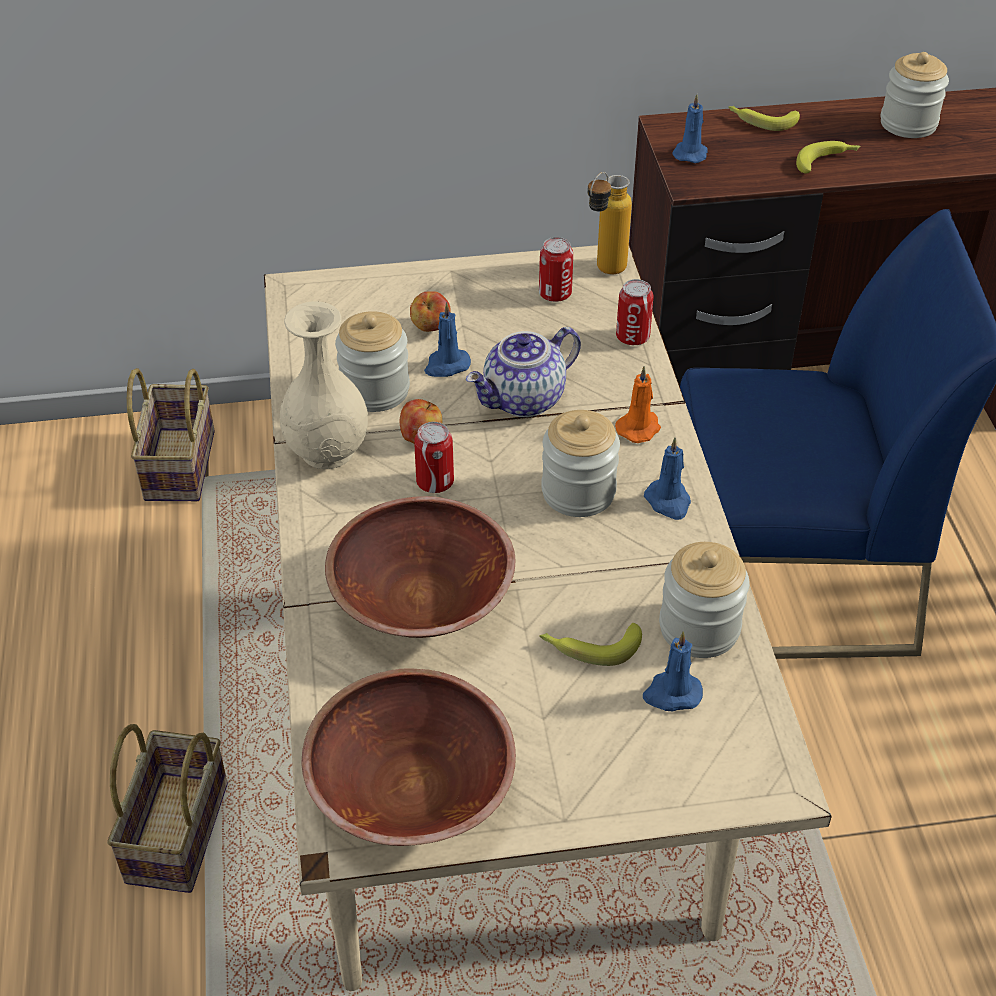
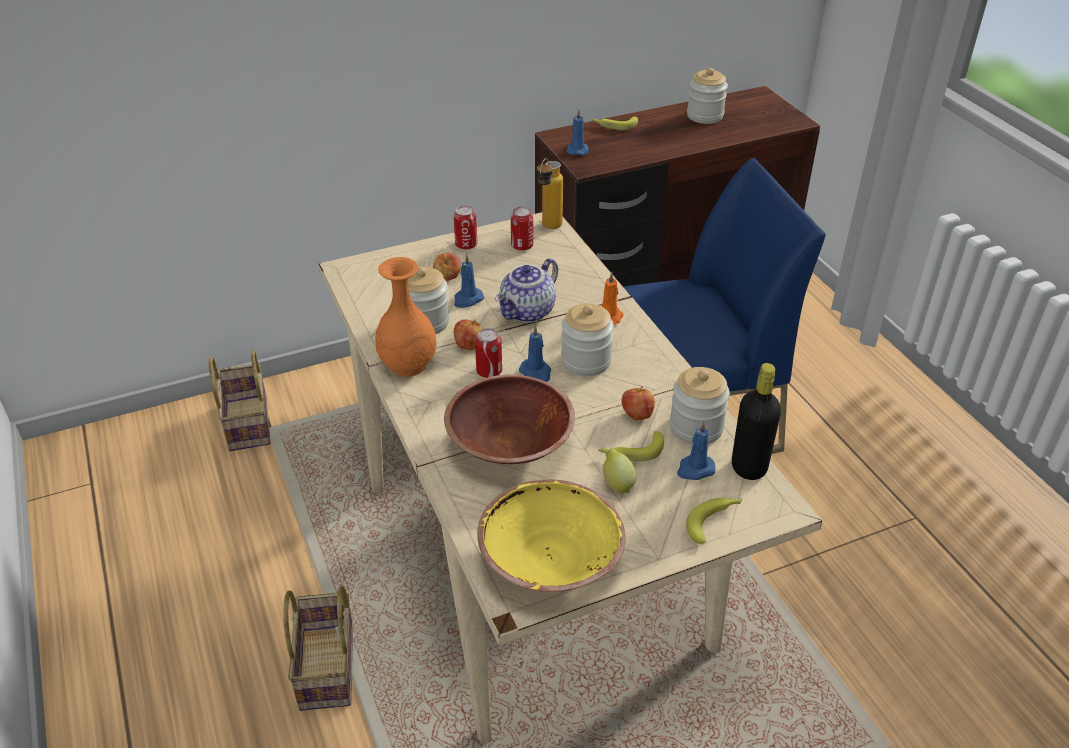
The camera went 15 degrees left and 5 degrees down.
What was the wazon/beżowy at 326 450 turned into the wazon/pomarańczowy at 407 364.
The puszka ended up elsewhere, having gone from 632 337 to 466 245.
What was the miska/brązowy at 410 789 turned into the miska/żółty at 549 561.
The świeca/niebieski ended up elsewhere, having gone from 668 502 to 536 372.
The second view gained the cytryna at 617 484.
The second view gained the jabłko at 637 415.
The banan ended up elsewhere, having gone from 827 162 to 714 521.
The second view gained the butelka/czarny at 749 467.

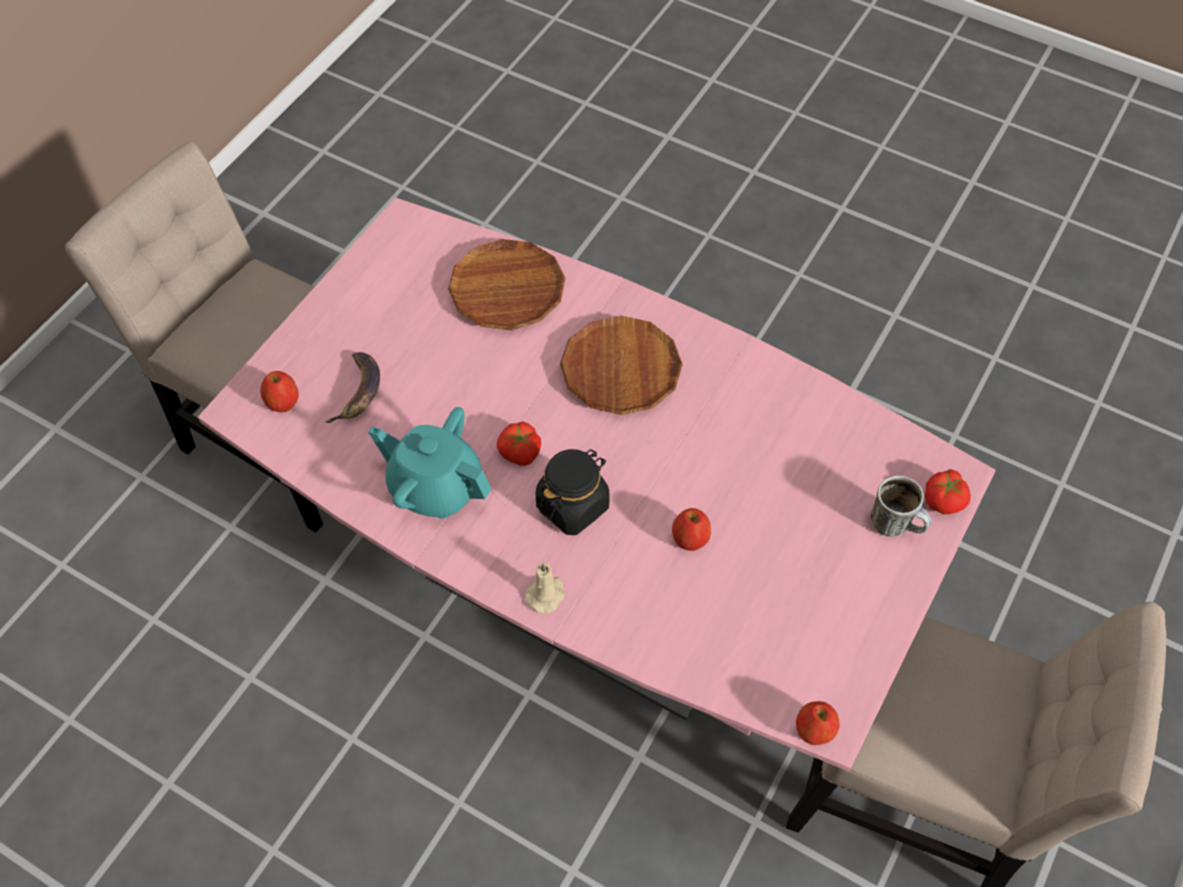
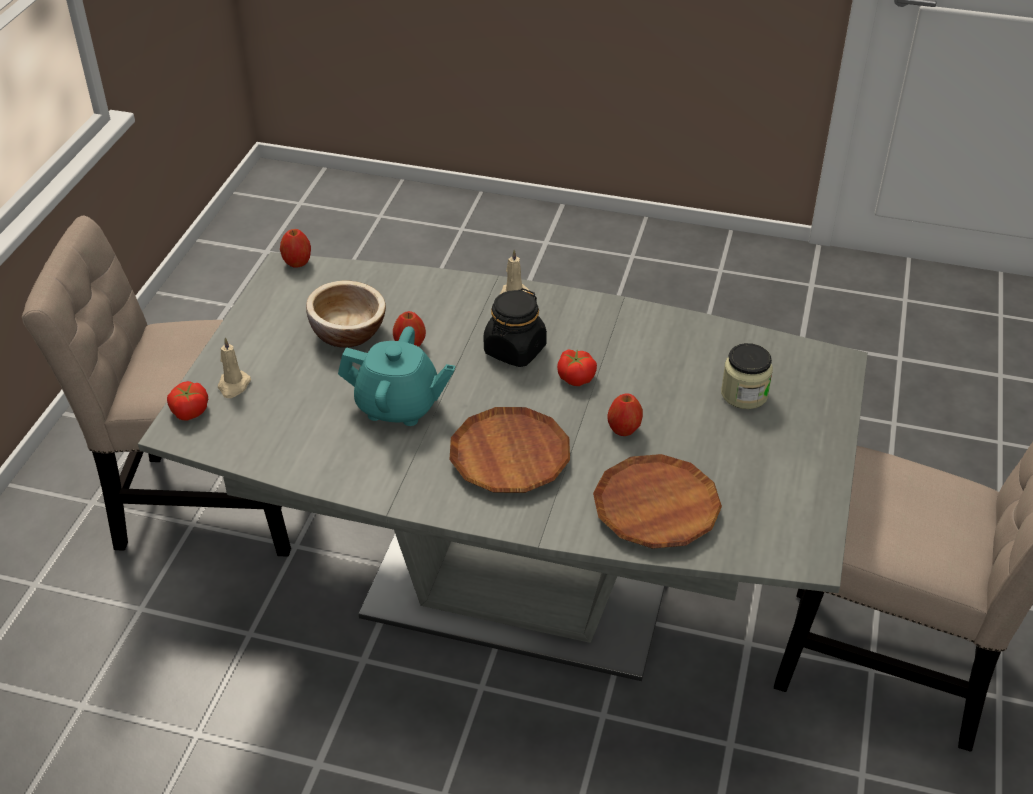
The camera went 165 degrees right and 15 degrees down.
What was the stół jadalny/różowy at 591 592 turned into the stół jadalny/szary at 516 595.
Where the kubek stood at 896 525, the świeca/beżowy came to stand at 233 386.
The second view gained the miska at 348 332.
The imbryk/turkusowy ended up elsewhere, having gone from 435 487 to 398 406.
The jabłko ended up elsewhere, having gone from 283 403 to 624 430.
Where the banan stood at 359 391, the słoik came to stand at 744 394.

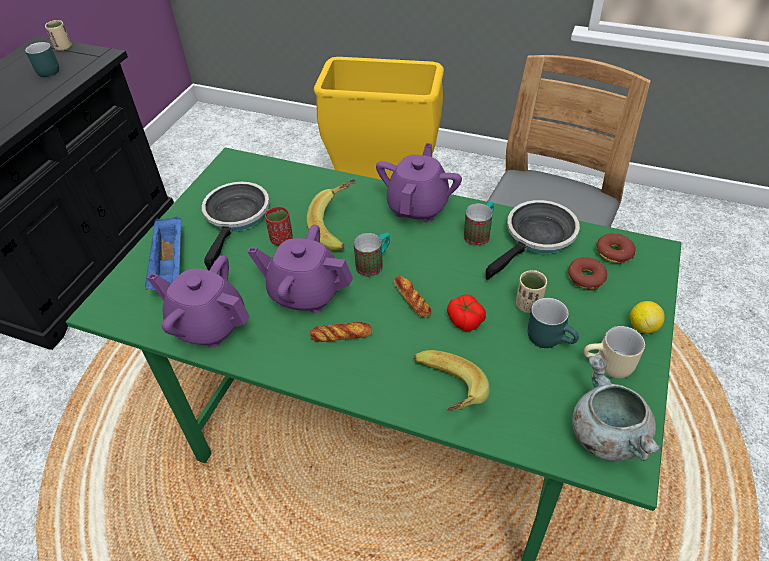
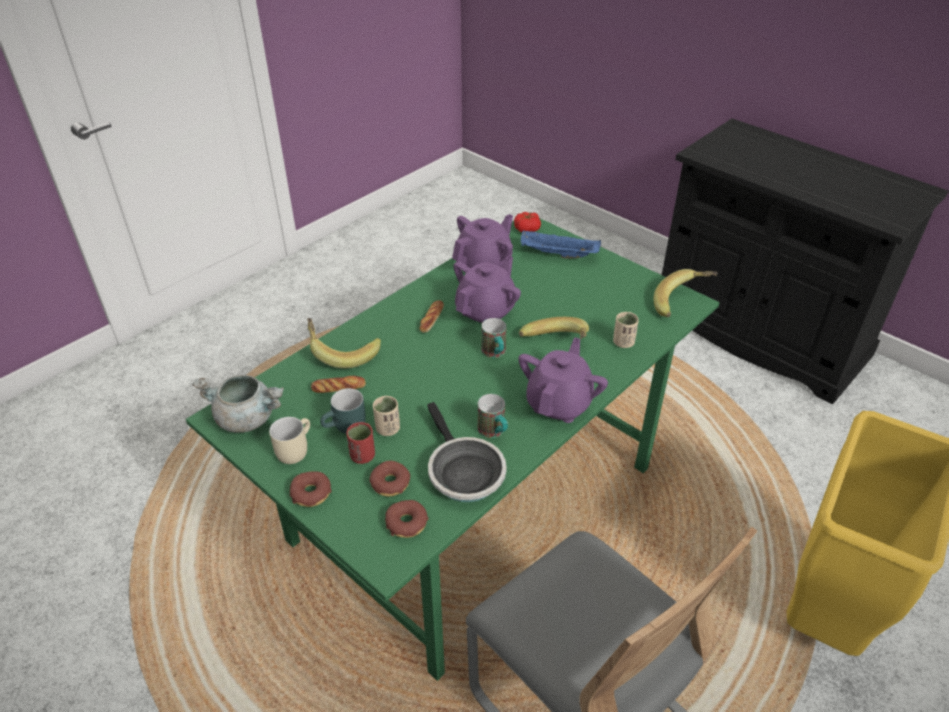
The camera went 110 degrees right and 5 degrees down.
Where the cytryna stood at 642 326, the donut came to stand at 311 493.
The chleb ended up elsewhere, having gone from 412 299 to 338 387.
The filiżanka/czerwony ended up elsewhere, having gone from 281 239 to 362 456.
The pomidor ended up elsewhere, having gone from 465 320 to 527 229.
The imbryk/fioletowy at 418 206 ended up facing another way, 105 degrees counterclockwise from before.
The filiżanka/beżowy ended up elsewhere, having gone from 63 47 to 623 342.
The second view gained the banan at 682 304.
The second view lost the kubek/turkusowy at 45 71.
The second view lost the patelnia at 237 218.

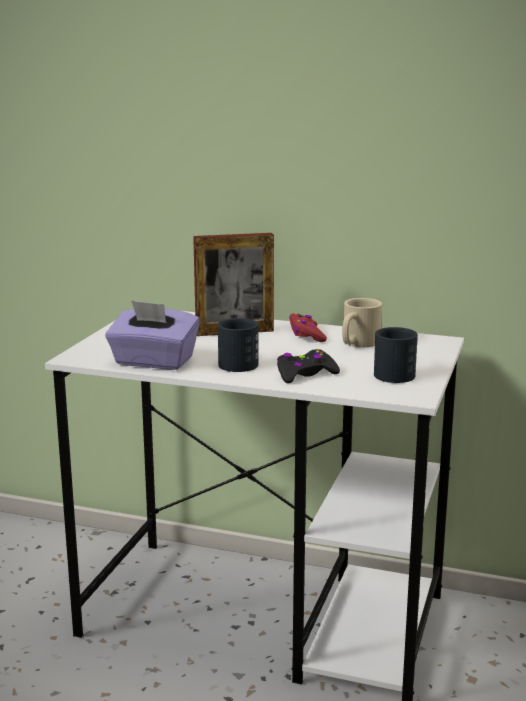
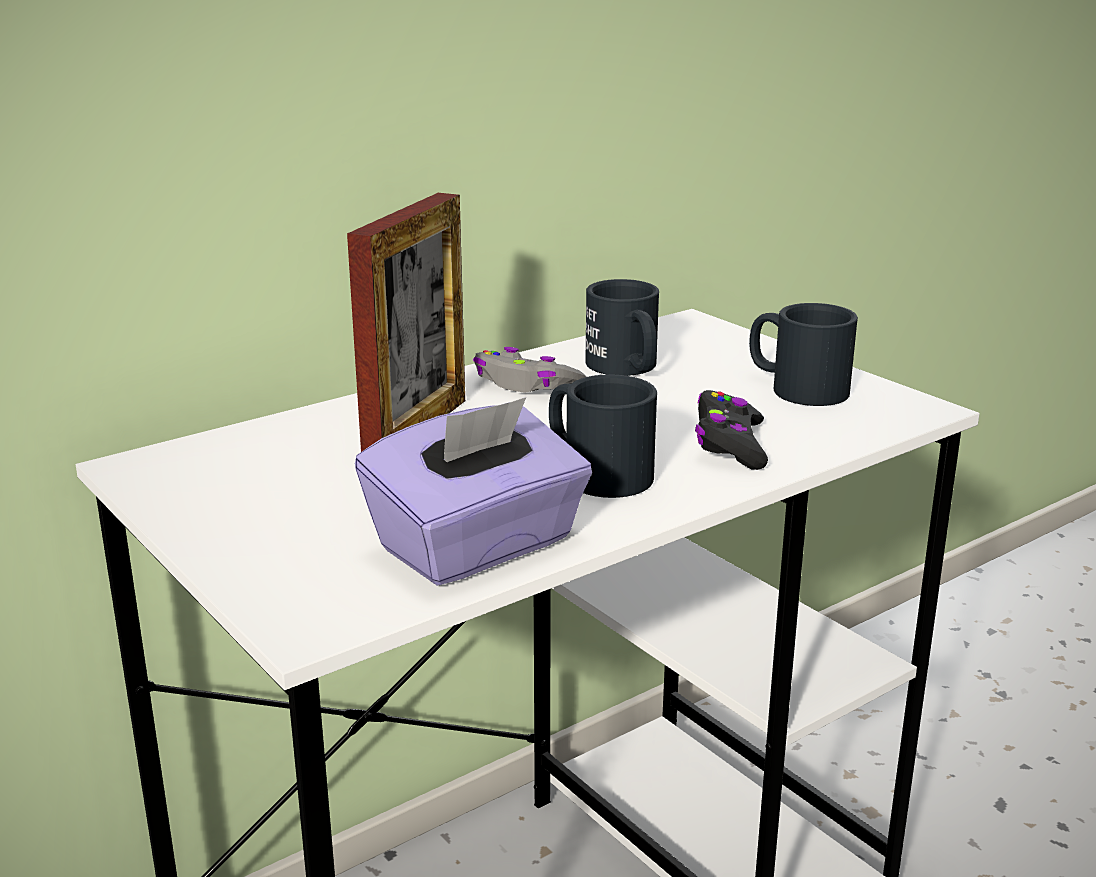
The camera went 55 degrees left and 5 degrees up.
What was the pad do gier/czerwony at 306 335 turned into the pad do gier/szary at 526 385.
What was the kubek/beżowy at 357 344 turned into the kubek/czarny at 627 369.

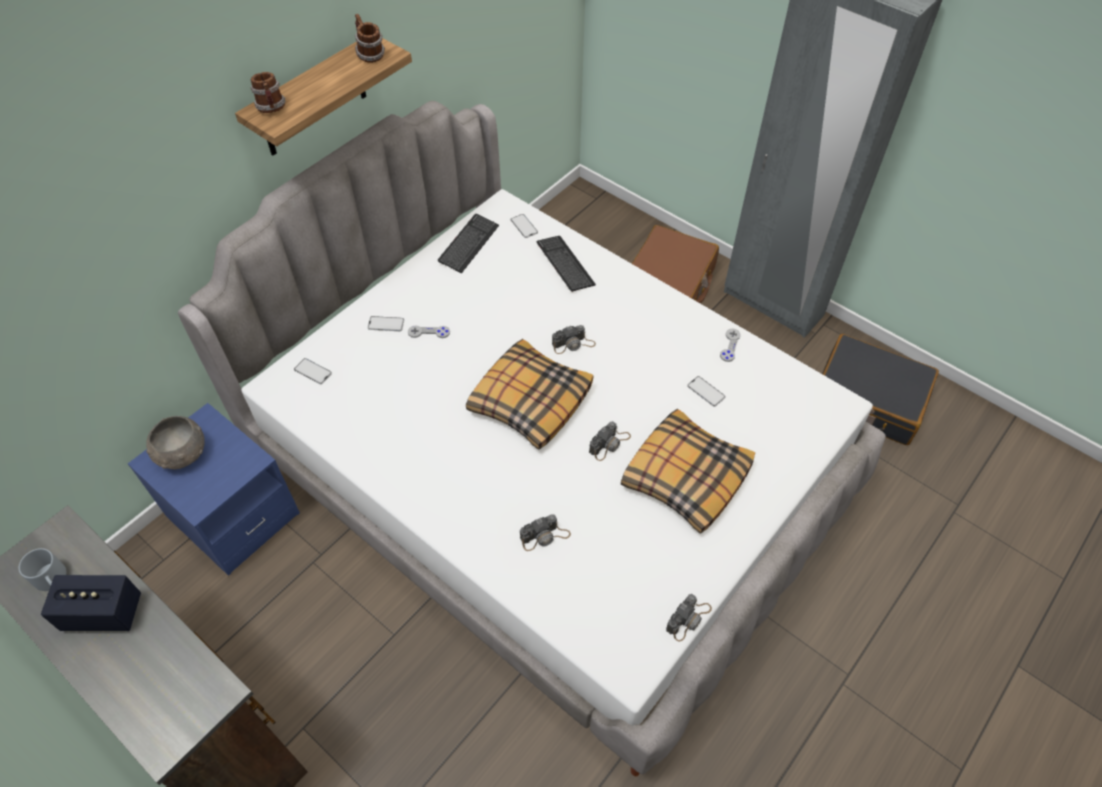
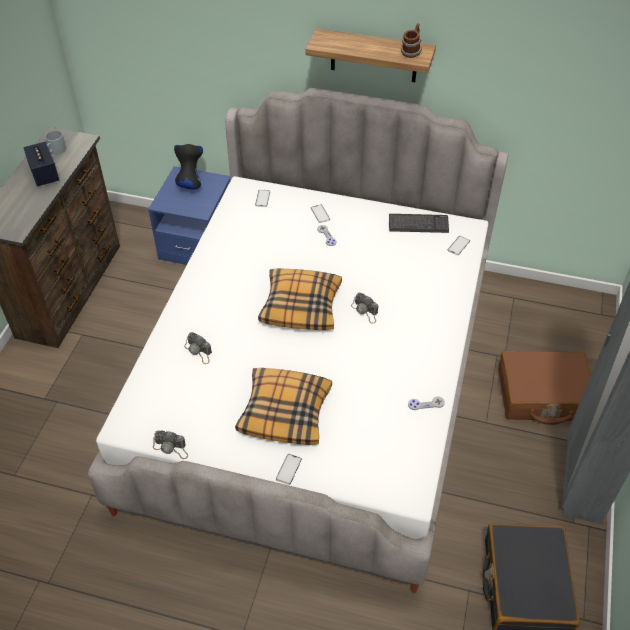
The camera went 65 degrees right and 5 degrees down.
Where the miska/szary stood at 182 454, the wazon/czarny came to stand at 190 182.
The telefon ended up elsewhere, having gone from 706 391 to 288 469.
The second view lost the kubek at 272 109.
The second view lost the klawiatura at 565 264.
The second view lost the aparat fotograficzny at 609 444.

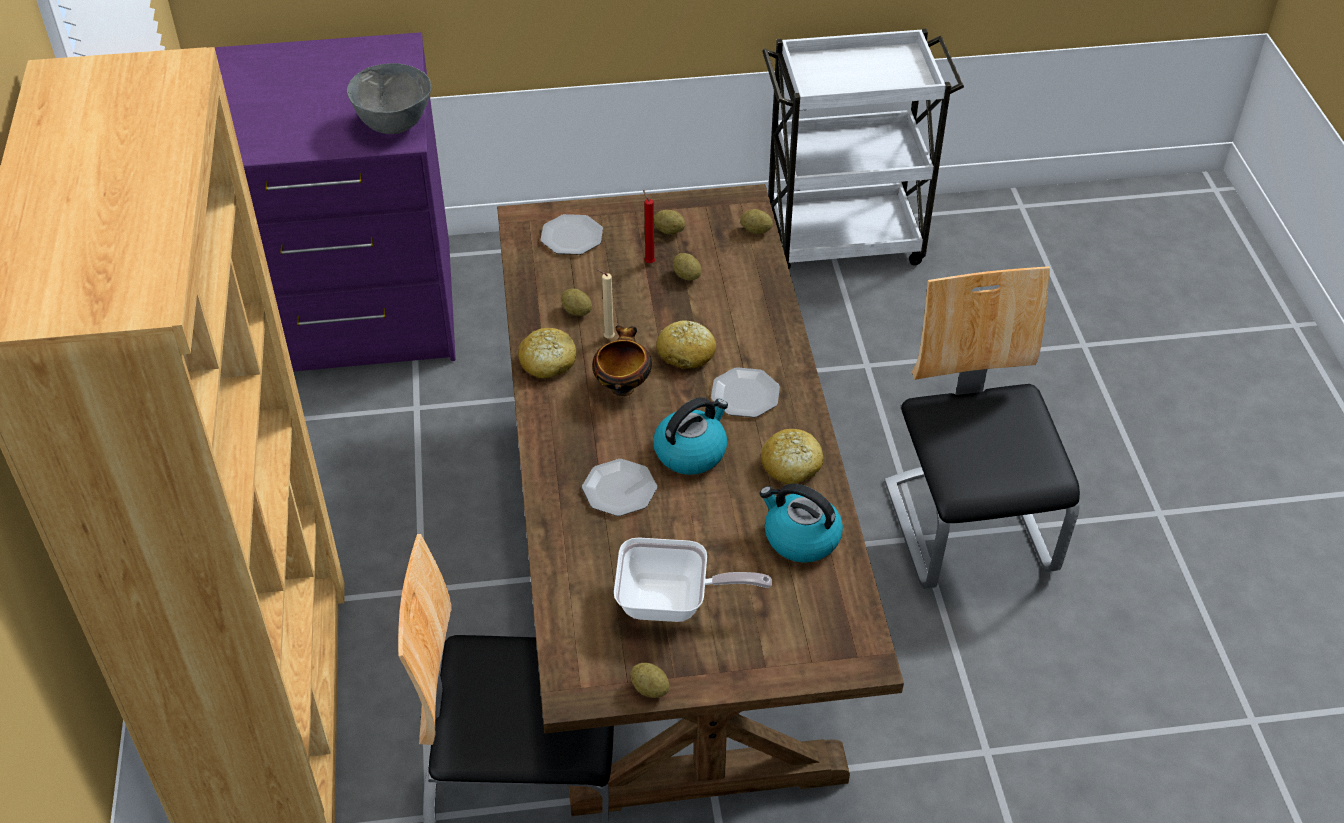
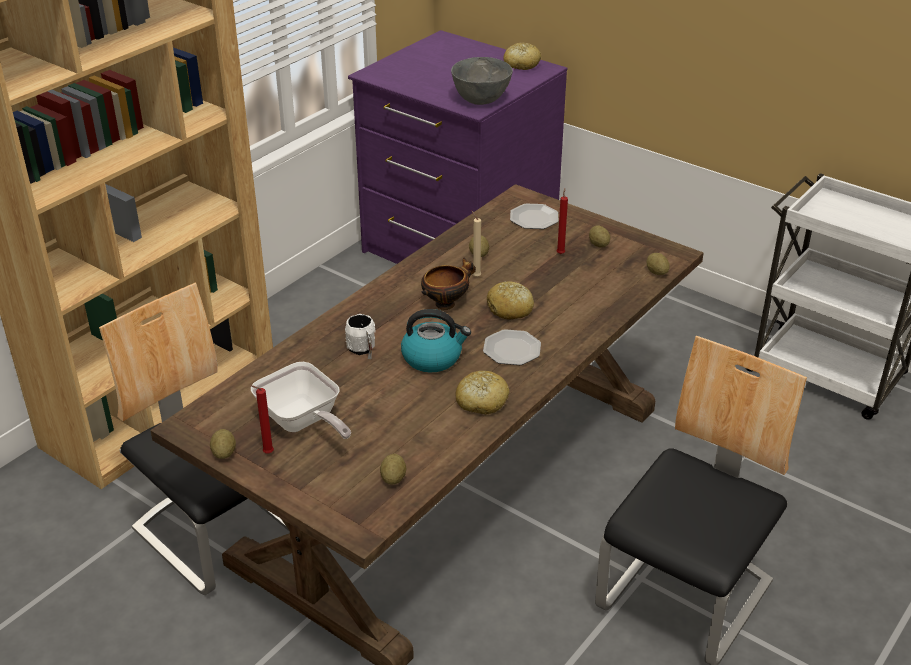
The camera went 45 degrees right and 10 degrees down.
The second view gained the świeca/czerwony at 266 453.
Where the talerz stood at 618 490, the kubek/biały came to stand at 363 350.
The ziemniak ended up elsewhere, having gone from 687 276 to 393 478.
The chleb ended up elsewhere, having gone from 547 362 to 521 64.
The second view lost the czajnik at 800 538.

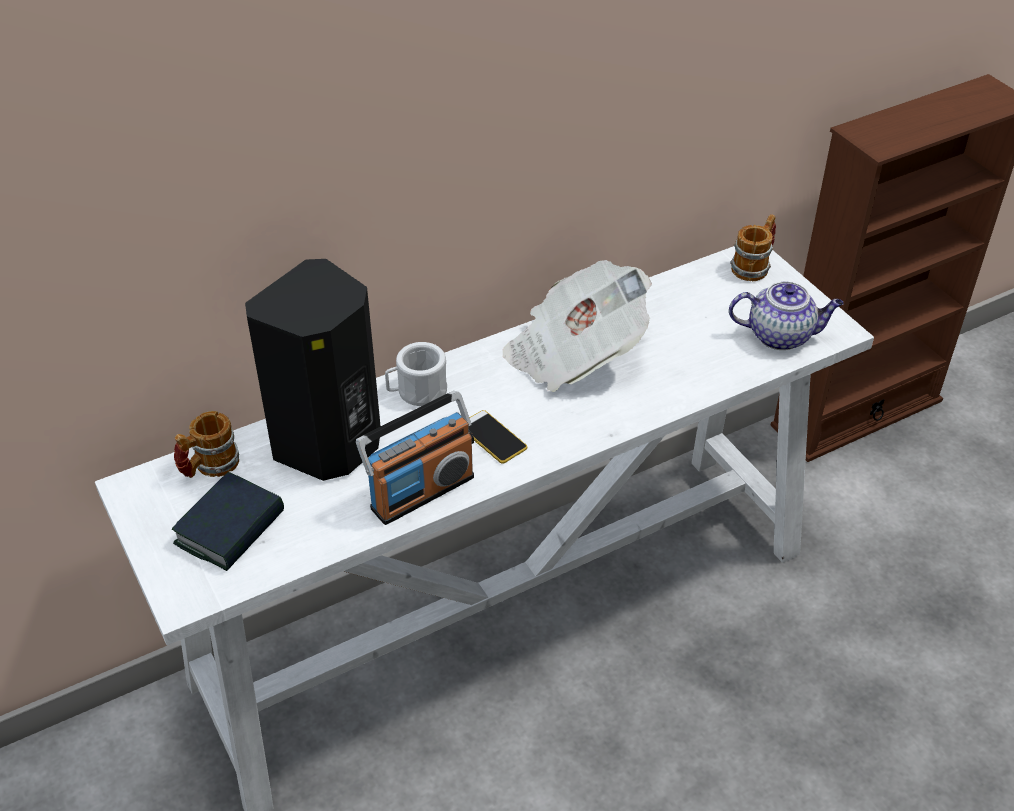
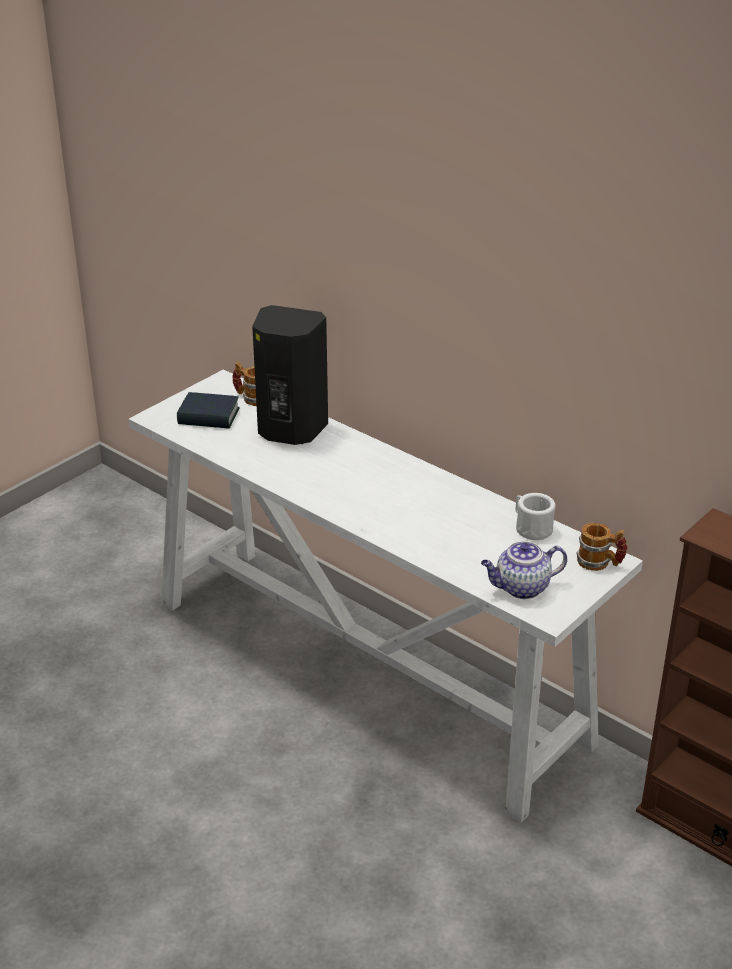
The camera went 70 degrees right and 10 degrees down.
The imbryk at 781 335 ended up facing another way, 90 degrees clockwise from before.
The kubek/biały ended up elsewhere, having gone from 416 392 to 531 528.
The second view lost the radio at 421 491.
The second view lost the telefon at 492 437.
The second view lost the gazeta at 574 353.

